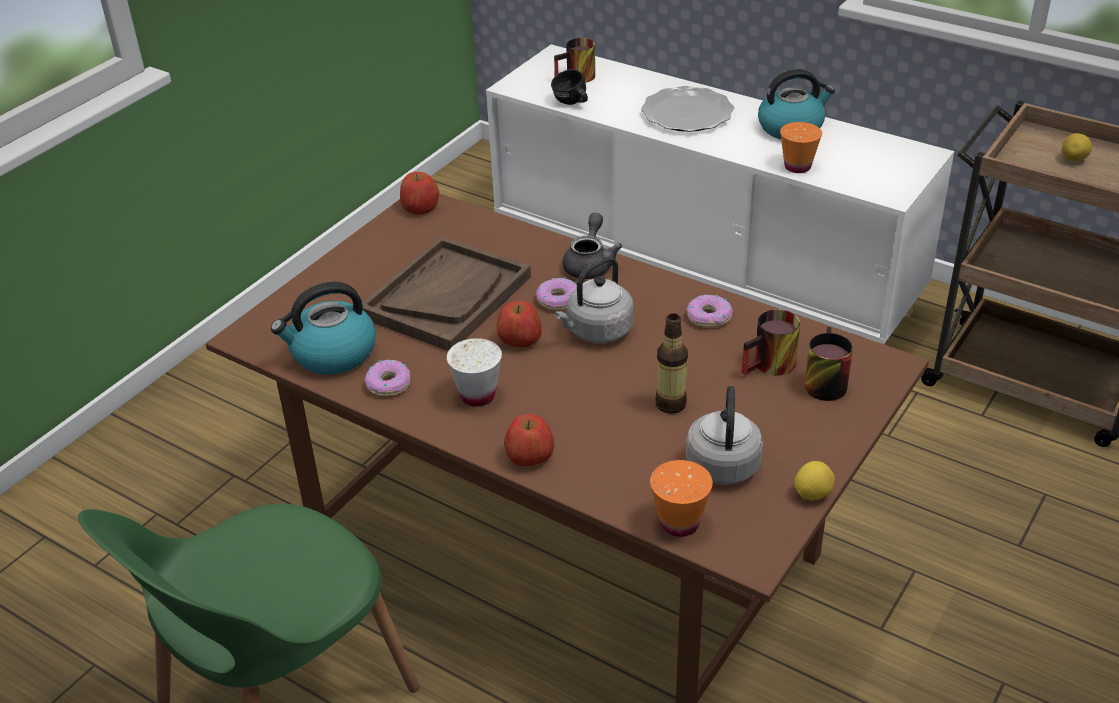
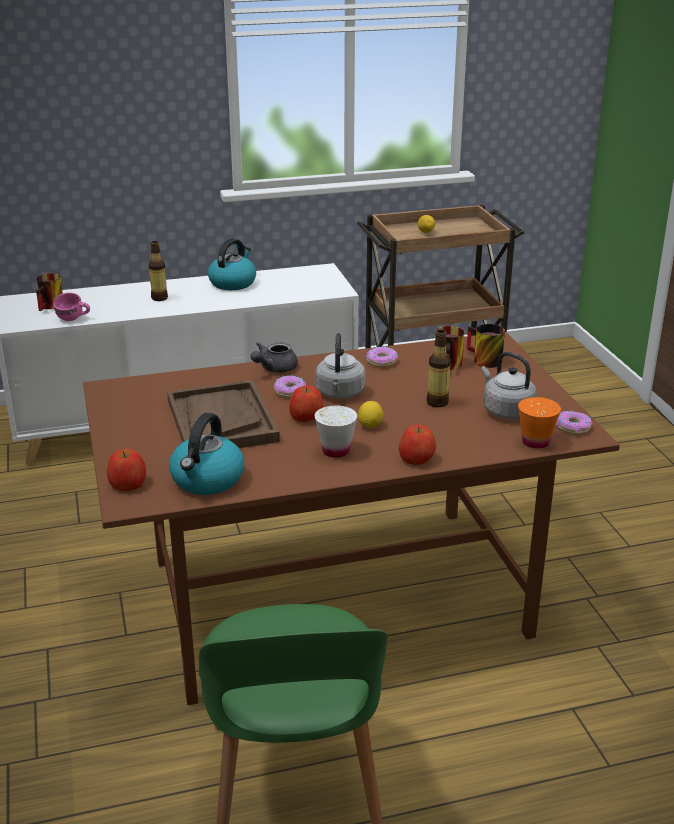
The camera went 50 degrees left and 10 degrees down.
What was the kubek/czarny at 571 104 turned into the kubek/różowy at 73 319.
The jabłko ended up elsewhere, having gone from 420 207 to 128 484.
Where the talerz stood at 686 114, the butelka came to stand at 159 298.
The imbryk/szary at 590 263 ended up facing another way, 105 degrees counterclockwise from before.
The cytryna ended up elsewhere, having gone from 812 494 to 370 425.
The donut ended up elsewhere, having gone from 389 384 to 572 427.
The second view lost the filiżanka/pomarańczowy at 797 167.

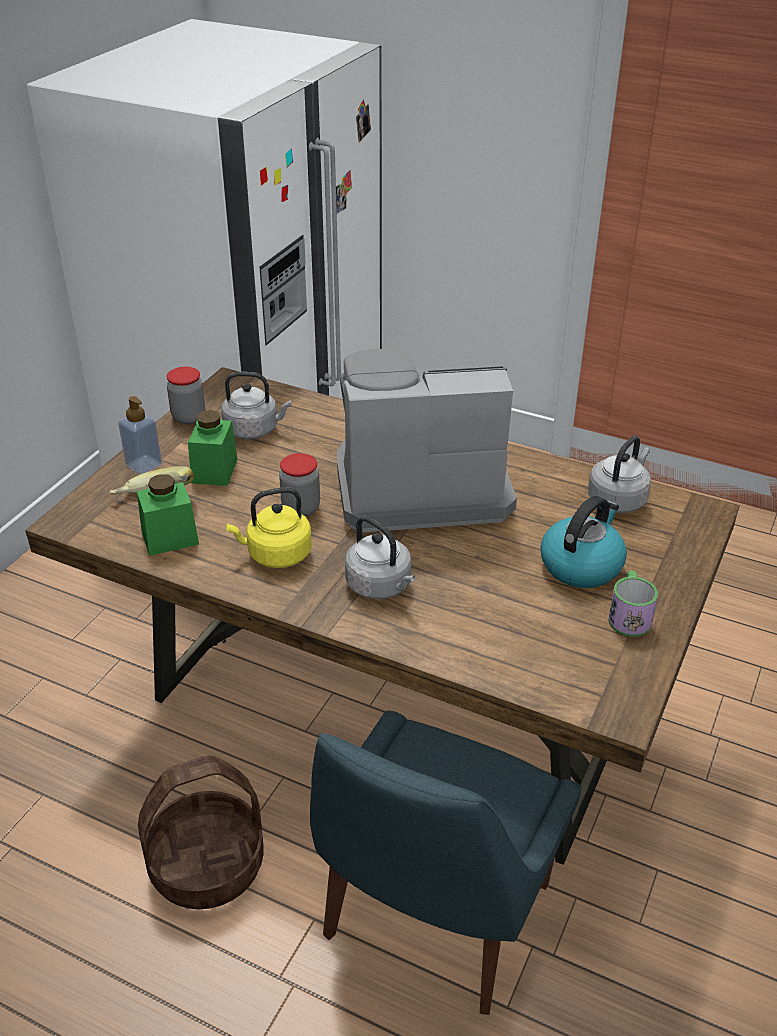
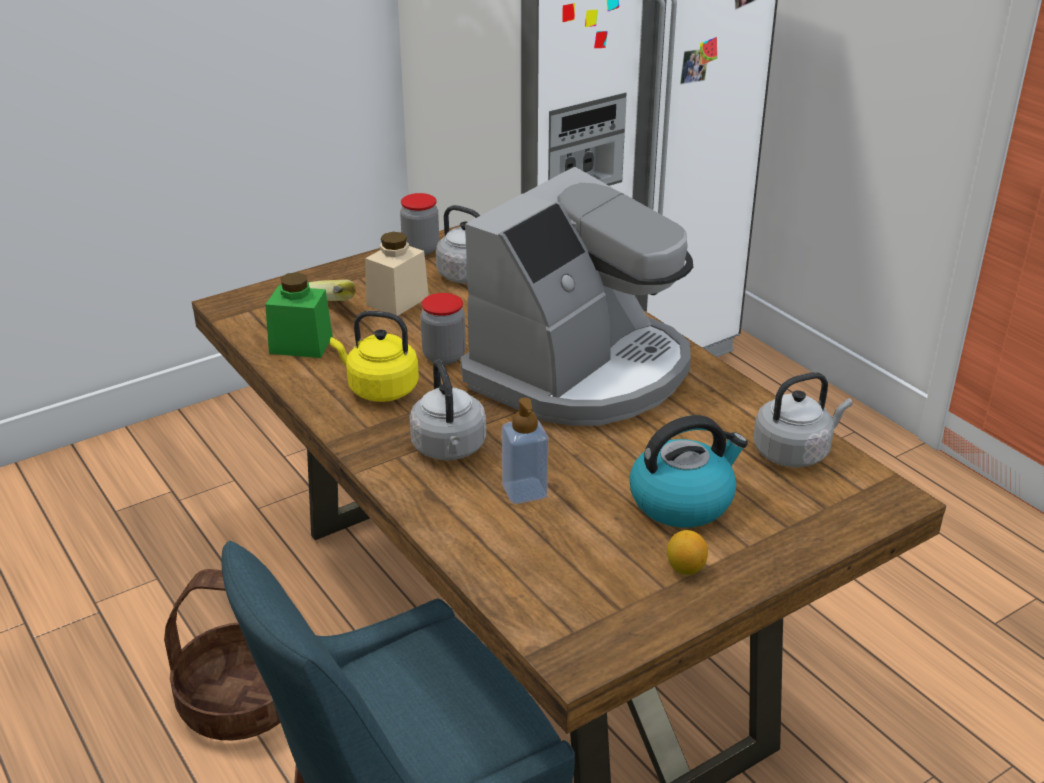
The camera went 30 degrees right and 5 degrees down.
What was the słoik/zielony at 214 471 turned into the słoik/beżowy at 397 301.
The ekspres do kawy at 418 486 ended up facing another way, 105 degrees clockwise from before.
The dozownik mydła ended up elsewhere, having gone from 144 465 to 524 491.
Where the kubek stood at 629 616, the cytryna came to stand at 685 568.

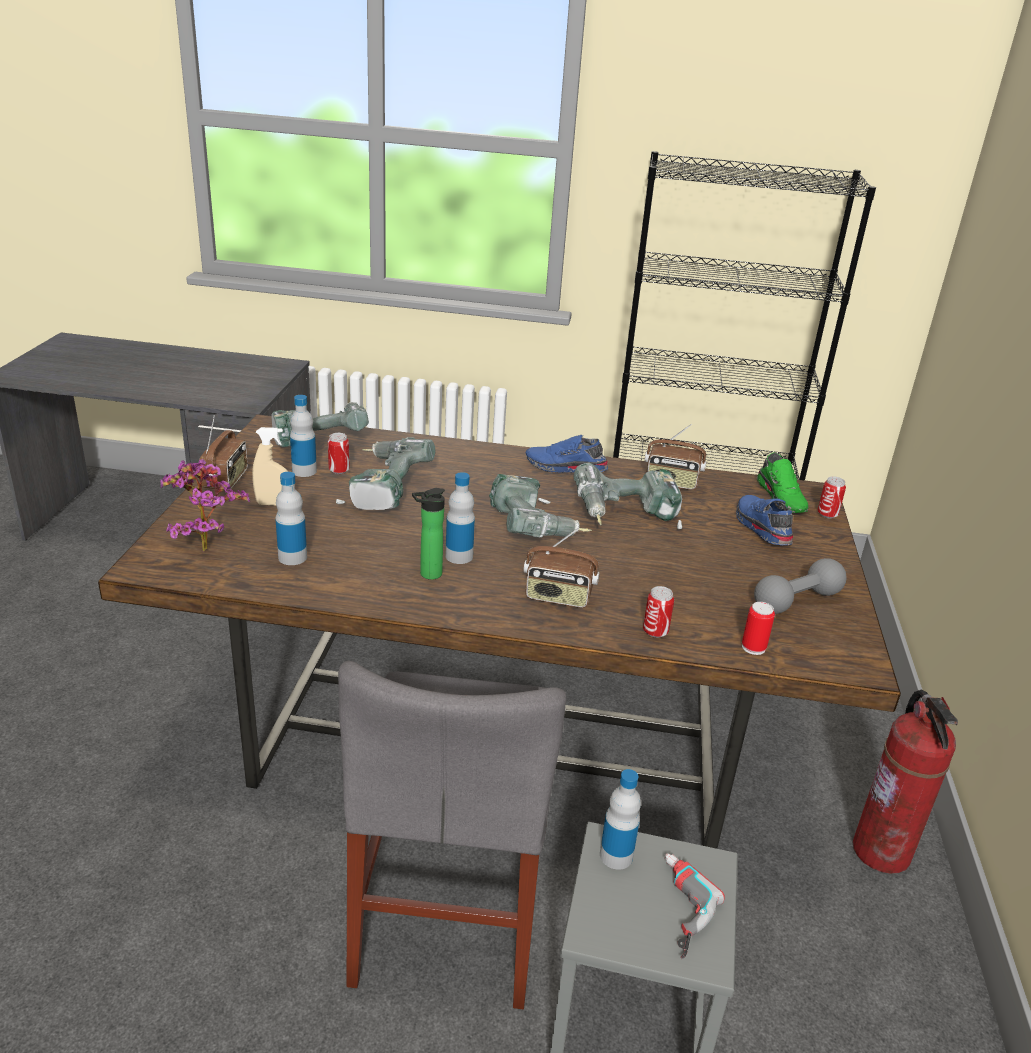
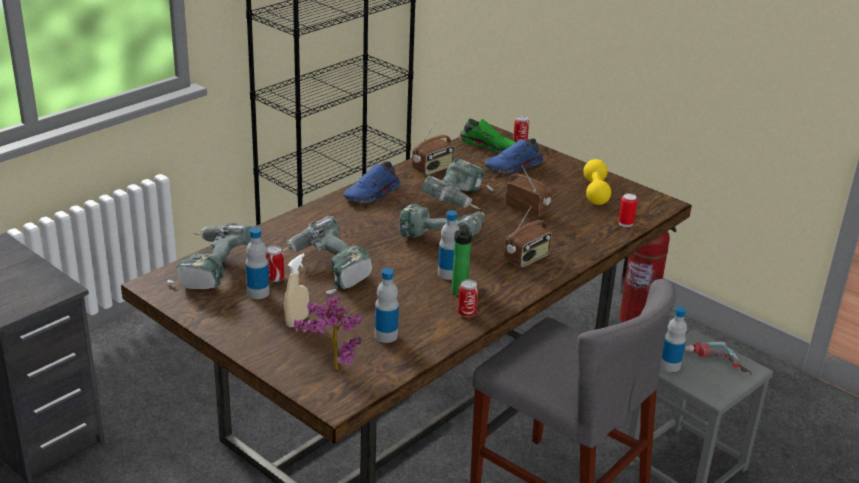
The camera went 55 degrees left and 0 degrees up.
The puszka ended up elsewhere, having gone from 655 632 to 467 313.
The but/niebieski at 760 528 ended up facing another way, 45 degrees counterclockwise from before.
The radio ended up elsewhere, having gone from 226 480 to 528 209.
What was the hantel/szary at 796 601 turned into the hantel/żółty at 595 192.

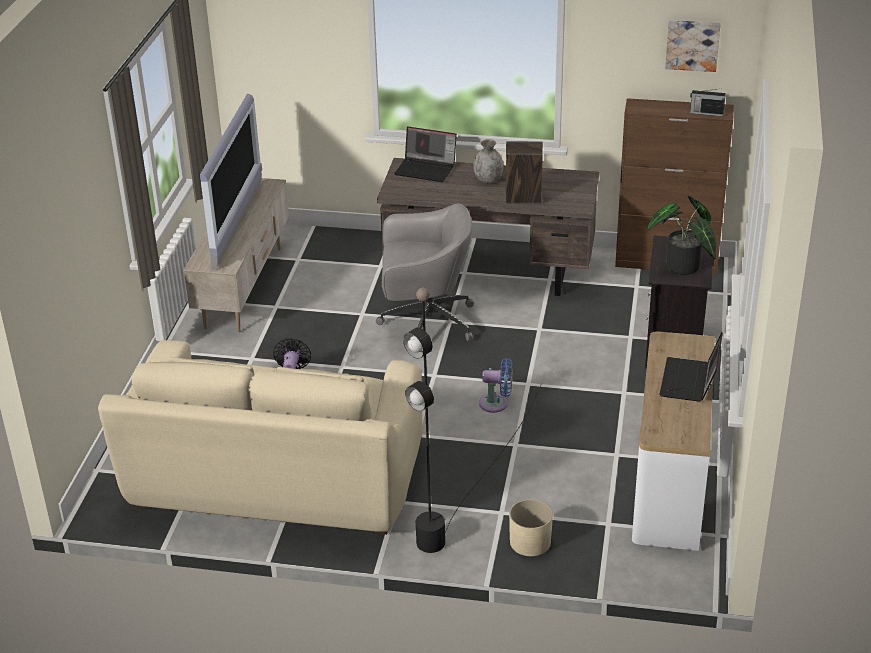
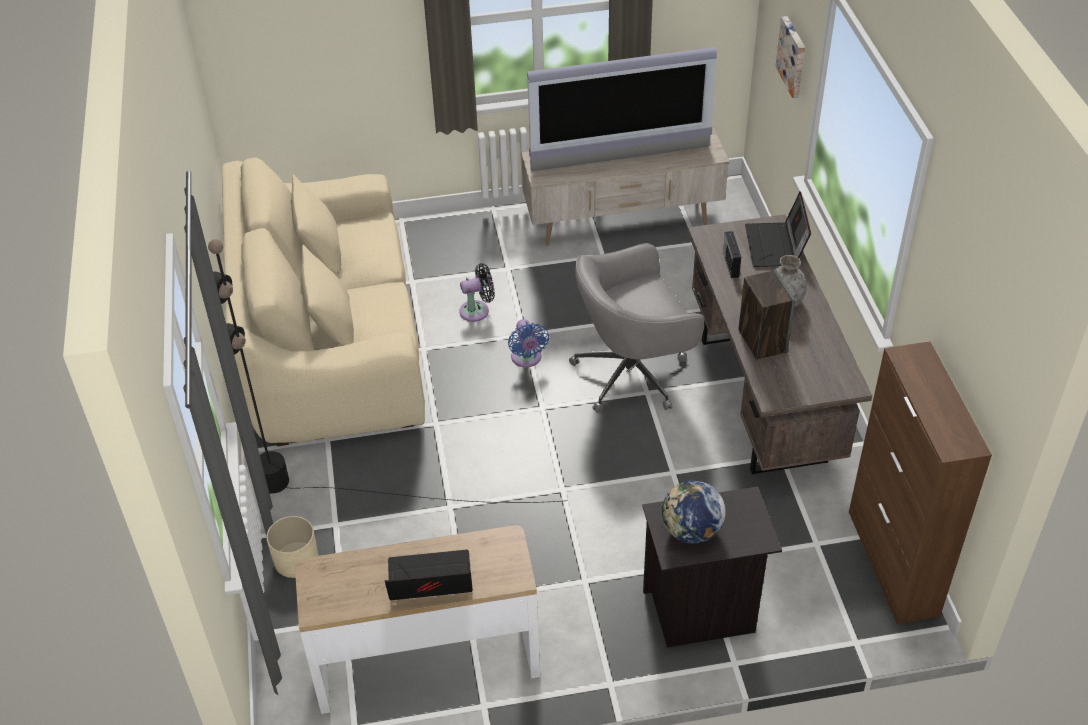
The camera went 70 degrees right and 10 degrees up.
The wentylator/niebieski ended up elsewhere, having gone from 497 404 to 527 359.
The krzesło biurowe/szary at 425 323 ended up facing another way, 90 degrees clockwise from before.
Where the roślina doniczkowa stood at 682 268, the globus came to stand at 691 531.
The radio ended up elsewhere, having gone from 706 113 to 731 264.
The obraz ended up elsewhere, having gone from 692 44 to 793 56.

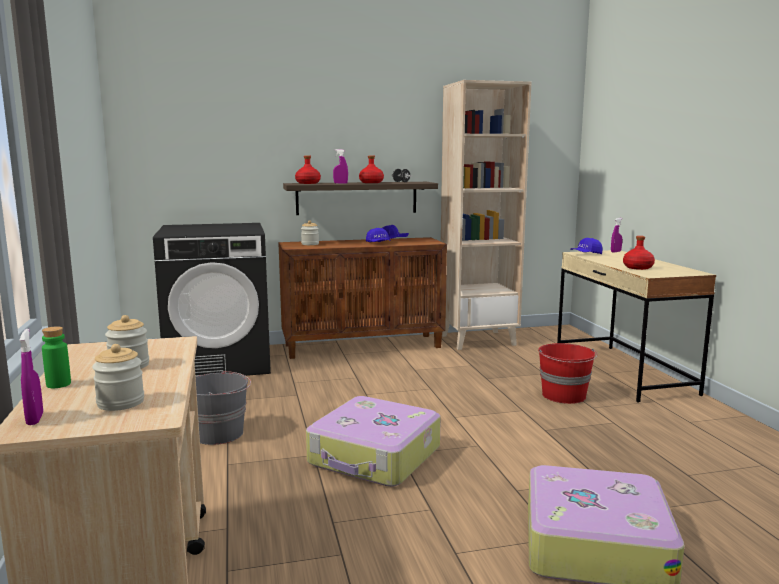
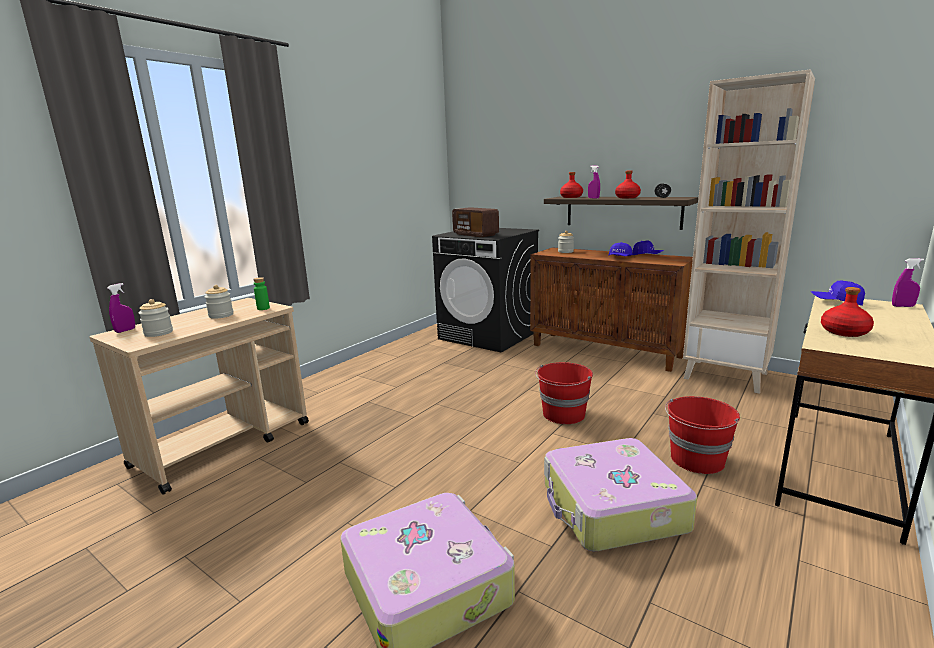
The camera went 50 degrees right and 5 degrees up.
The butelka/zielony ended up elsewhere, having gone from 58 384 to 263 308.
The second view gained the radio at 475 234.
The second view gained the wiadro/czerwony at 563 414.
The walizka ended up elsewhere, having gone from 375 457 to 612 508.
The second view lost the wiadro/szary at 219 433.

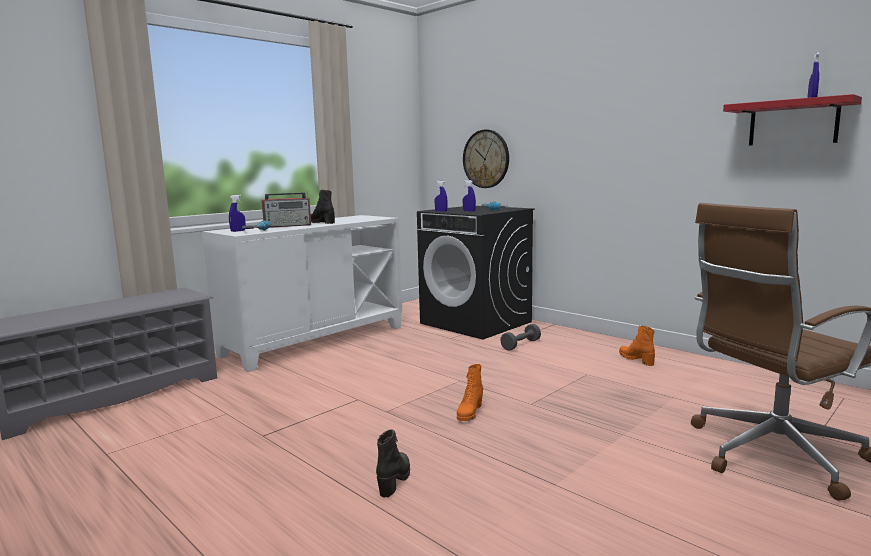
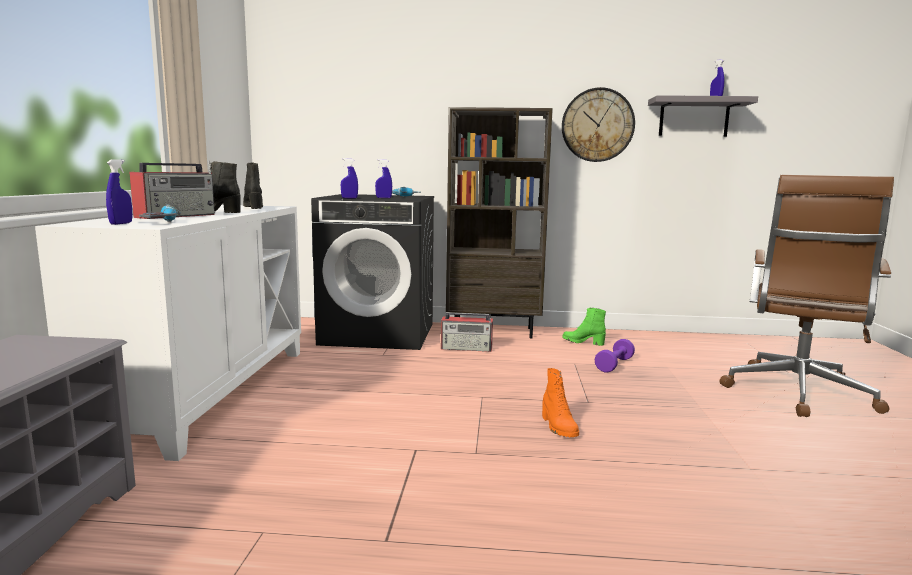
The camera went 40 degrees left and 0 degrees up.
The but z cholewką/czarny ended up elsewhere, having gone from 395 480 to 254 207.
Where the hantel/szary stood at 520 345, the radio came to stand at 467 348.
The second view gained the regał/brązowy at 494 331.
The zegar ścienny ended up elsewhere, having gone from 486 159 to 597 125.
What was the but z cholewką/pomarańczowy at 636 359 turned into the but z cholewką/zielony at 583 342.
The second view gained the hantel/fioletowy at 614 365.
What was the półka/czerwony at 793 123 turned into the półka/szary at 694 118.

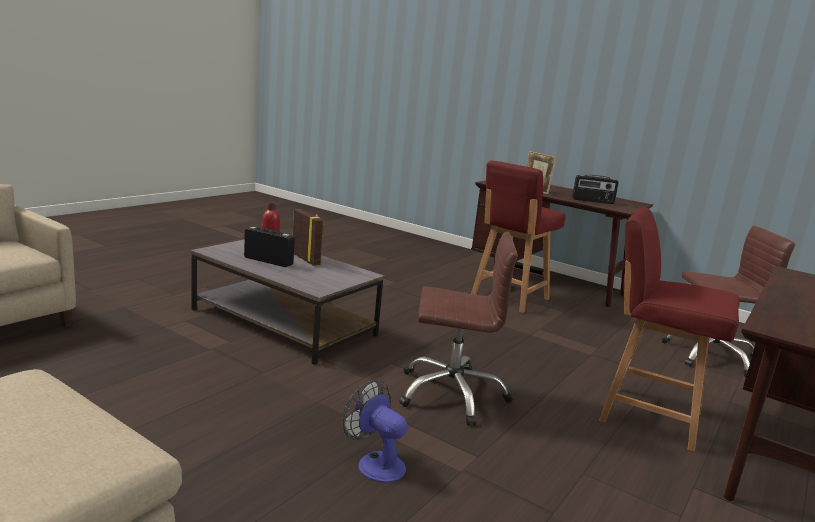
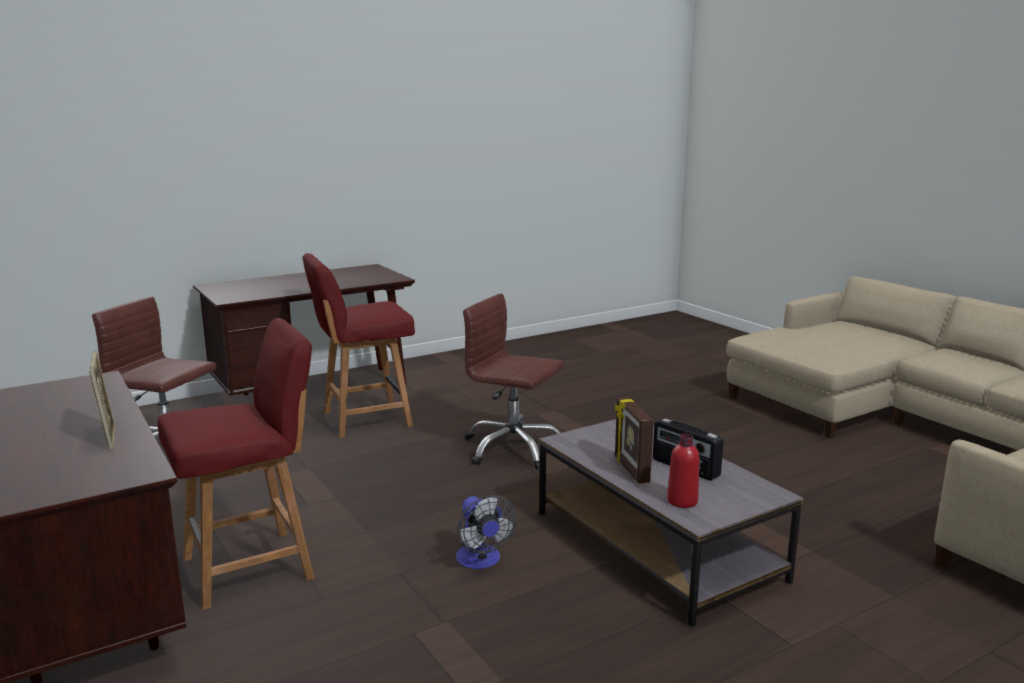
The camera went 155 degrees left and 0 degrees up.
The krzesło/czerwony at 647 415 ended up facing another way, 105 degrees clockwise from before.
The wentylator ended up elsewhere, having gone from 375 463 to 481 561.
The second view lost the radio at 592 201.

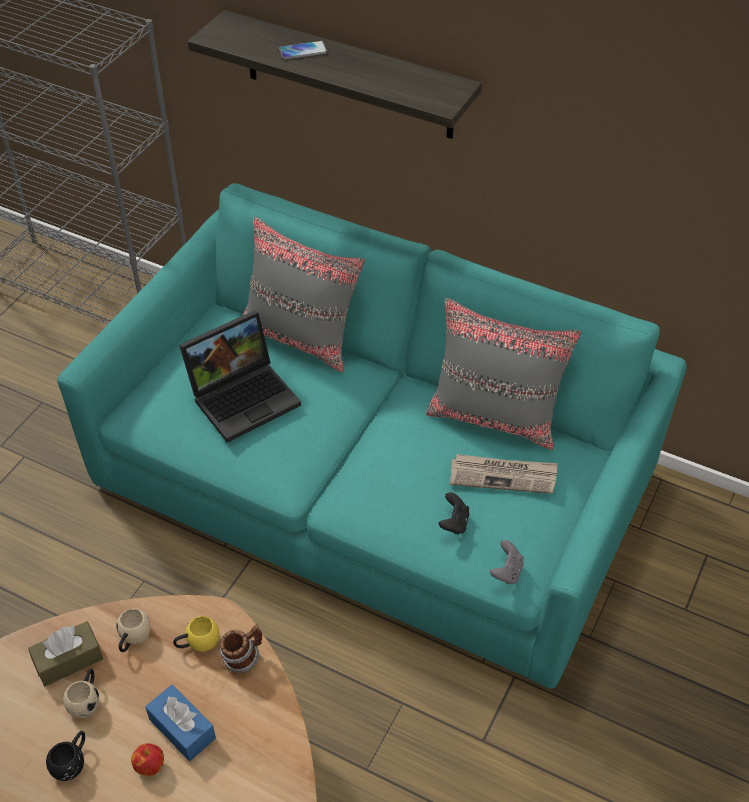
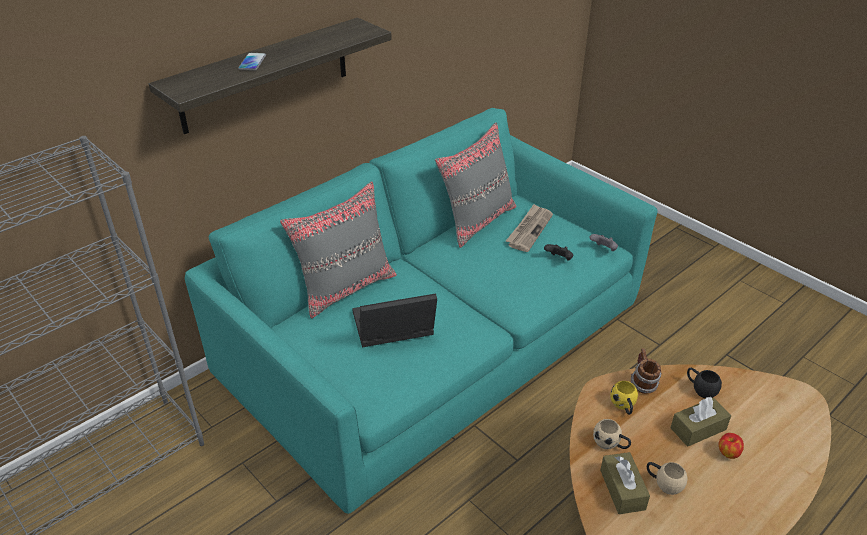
The camera went 70 degrees left and 10 degrees down.
The laptop at 245 396 ended up facing another way, 90 degrees counterclockwise from before.
What was the pudełko chusteczek/niebieski at 182 729 turned into the pudełko chusteczek/brązowy at 698 429.
The kubek/czarny ended up elsewhere, having gone from 72 761 to 700 389.

